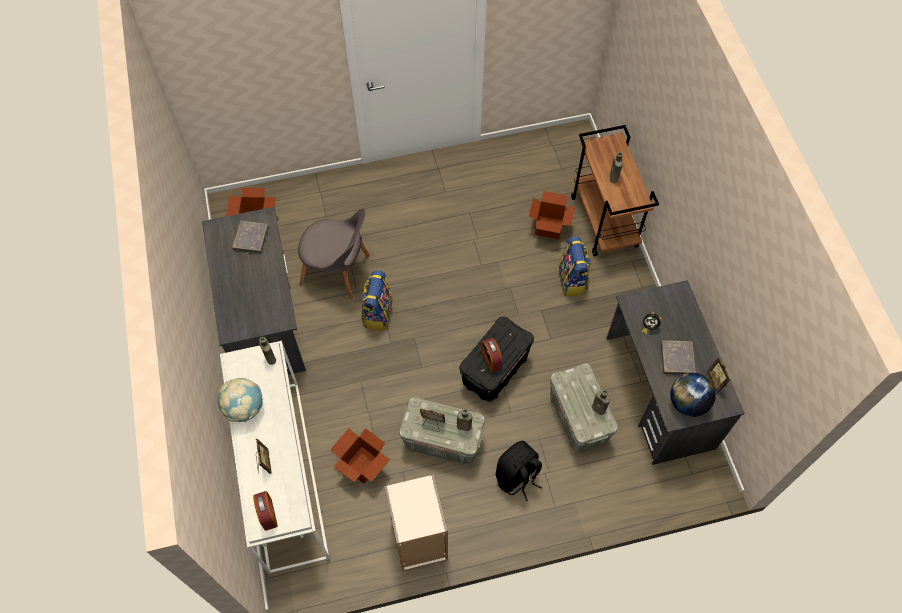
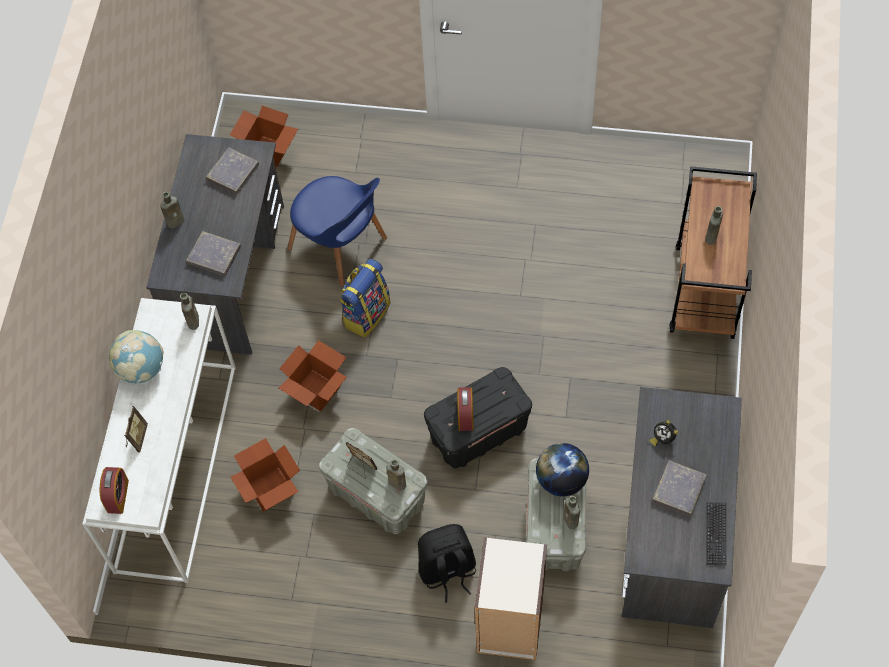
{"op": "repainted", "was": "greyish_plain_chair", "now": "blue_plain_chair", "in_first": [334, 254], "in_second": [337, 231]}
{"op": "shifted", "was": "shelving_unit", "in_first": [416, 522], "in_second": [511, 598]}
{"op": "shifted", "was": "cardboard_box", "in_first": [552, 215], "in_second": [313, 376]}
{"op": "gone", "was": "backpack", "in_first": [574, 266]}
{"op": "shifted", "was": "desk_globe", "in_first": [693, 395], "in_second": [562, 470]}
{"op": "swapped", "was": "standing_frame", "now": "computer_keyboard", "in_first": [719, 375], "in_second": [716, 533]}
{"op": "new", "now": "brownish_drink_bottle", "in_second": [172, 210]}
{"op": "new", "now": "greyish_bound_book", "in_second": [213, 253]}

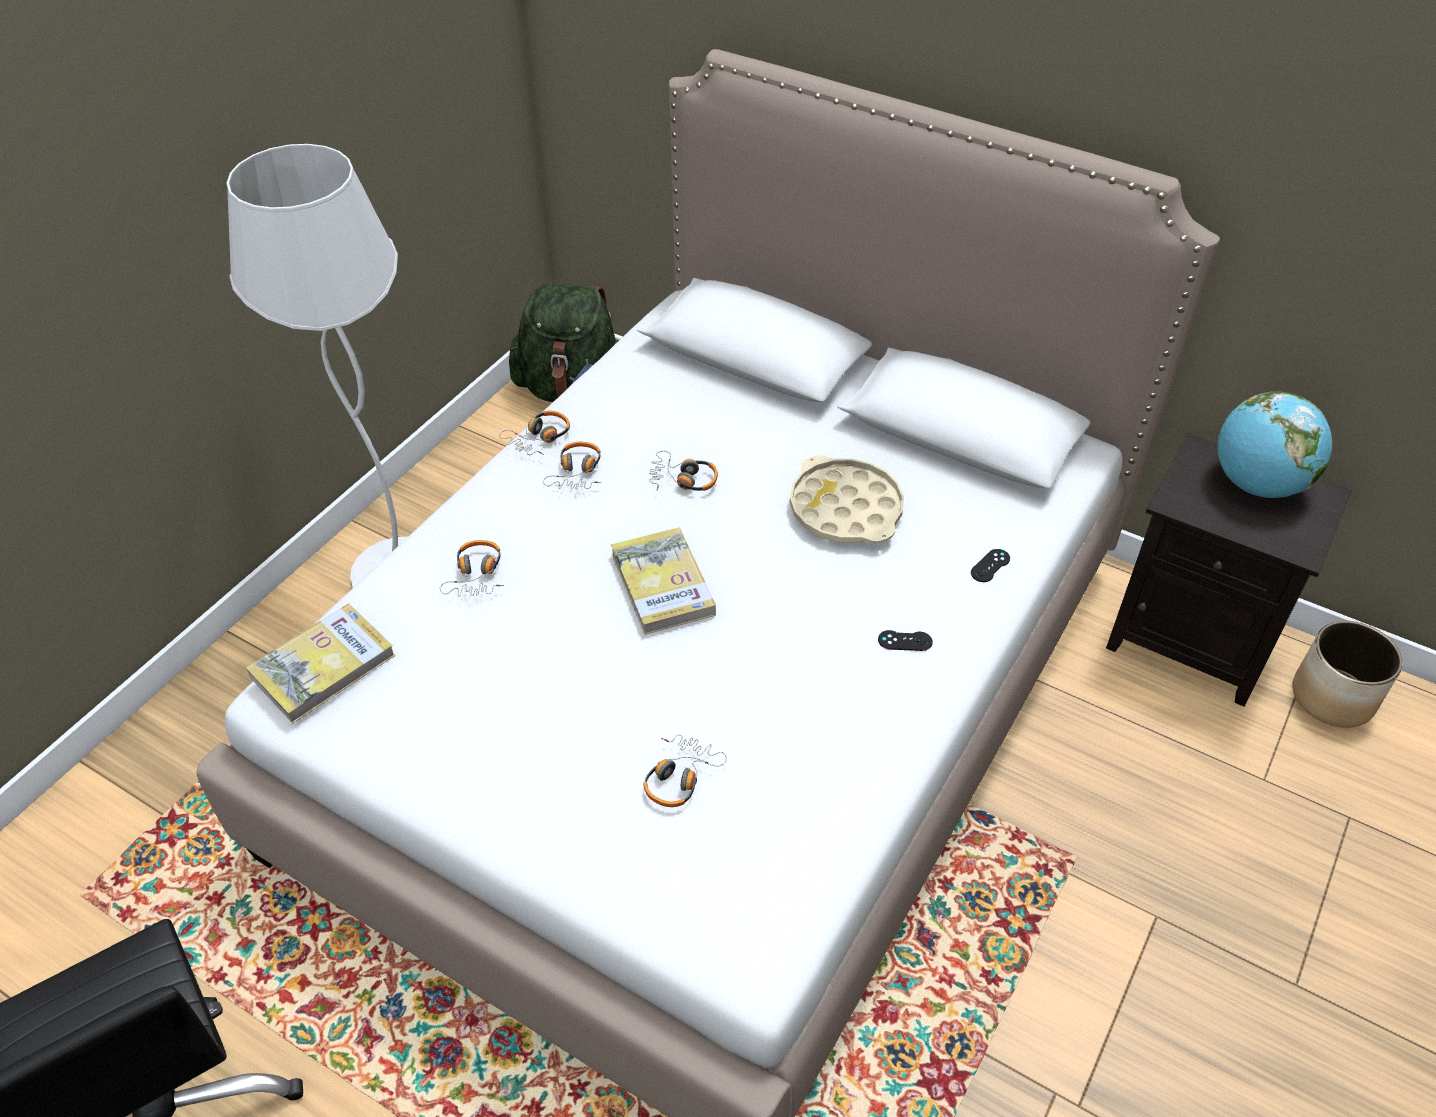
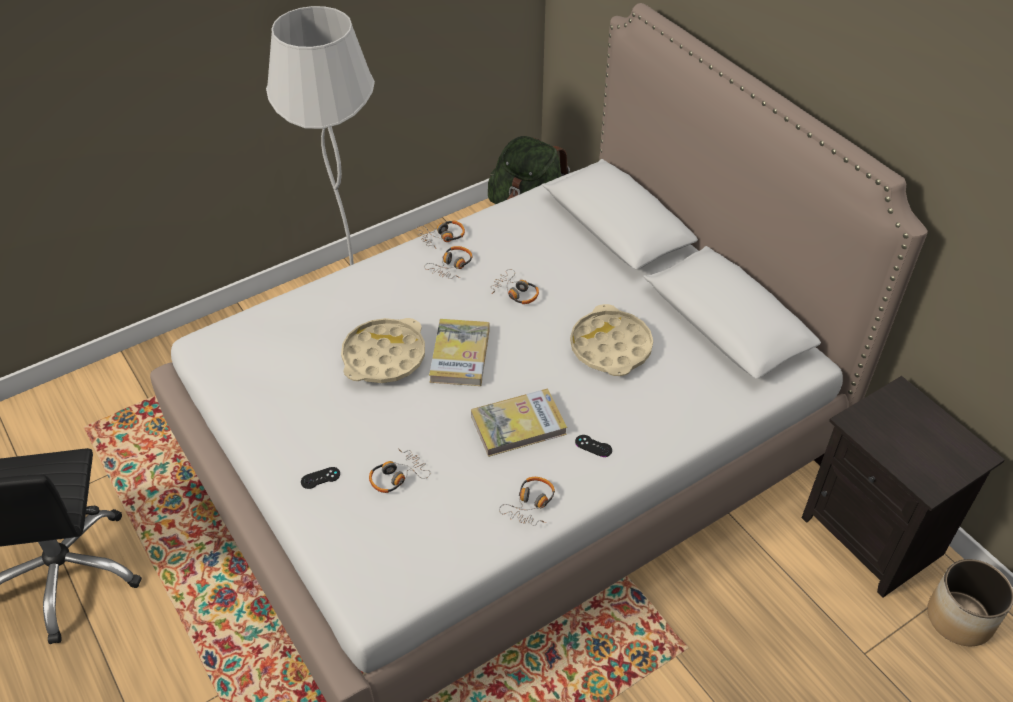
{"op": "shifted", "was": "bound_book", "in_first": [321, 663], "in_second": [519, 423]}
{"op": "shifted", "was": "headphones", "in_first": [472, 568], "in_second": [527, 501]}
{"op": "shifted", "was": "blackish_game_controller", "in_first": [990, 565], "in_second": [320, 478]}
{"op": "gone", "was": "desk_globe", "in_first": [1274, 445]}
{"op": "new", "now": "beige_serving_tray", "in_second": [383, 350]}

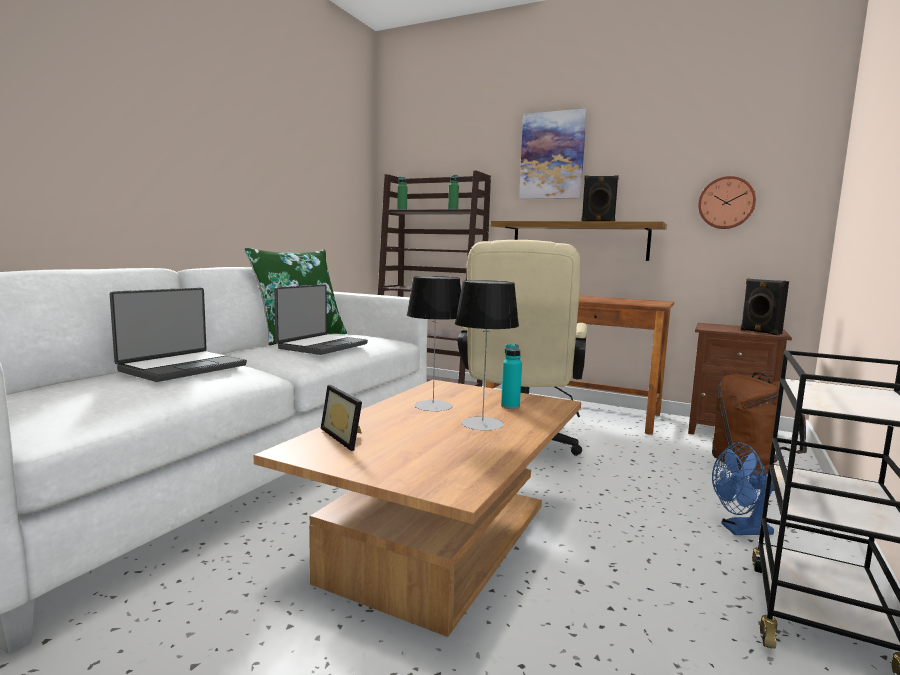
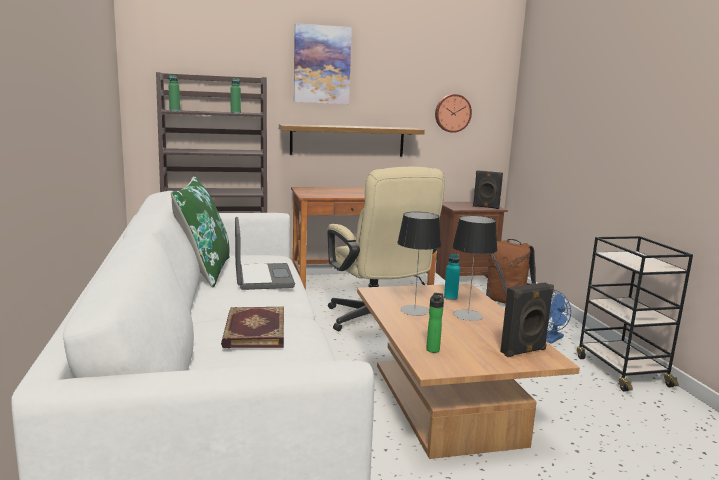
{"op": "swapped", "was": "laptop", "now": "bound_book", "in_first": [178, 335], "in_second": [252, 327]}
{"op": "swapped", "was": "standing_frame", "now": "drink_bottle", "in_first": [341, 418], "in_second": [435, 323]}
{"op": "shifted", "was": "blackish_speaker", "in_first": [600, 198], "in_second": [527, 319]}

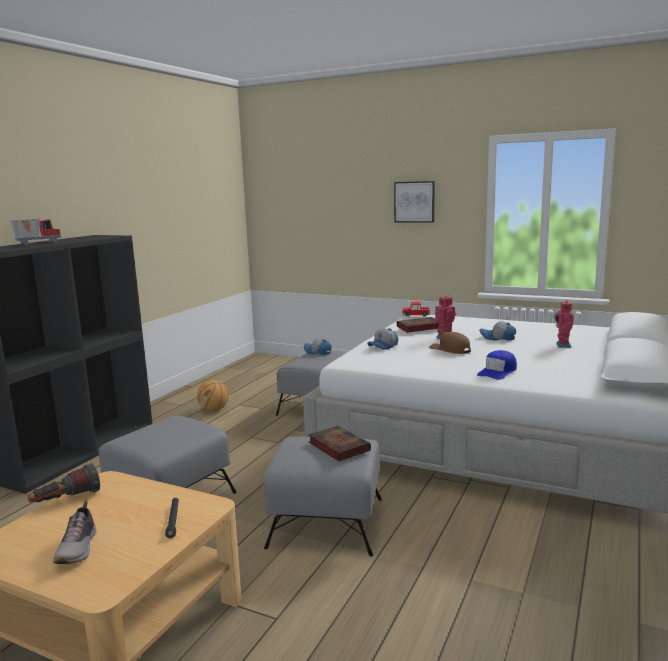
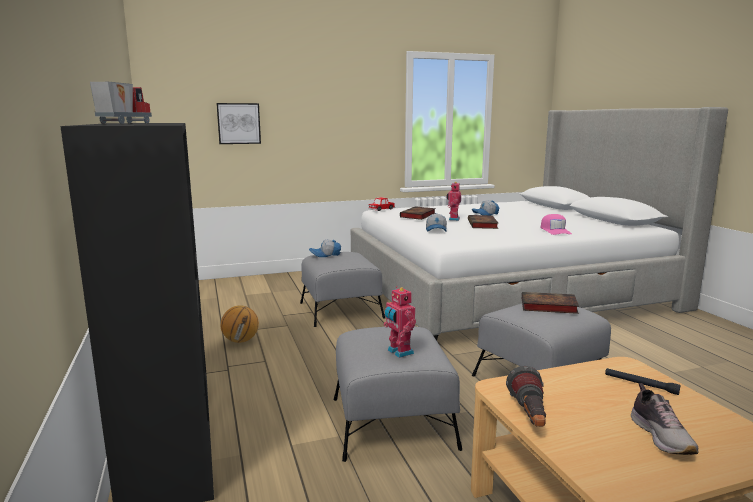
{"op": "rotated", "was": "item_of_footwear", "in_first": [74, 532], "in_second": [664, 419], "clockwise": 45}
{"op": "shifted", "was": "wall_art", "in_first": [414, 201], "in_second": [239, 123]}
{"op": "swapped", "was": "brownish_baseball_cap", "now": "bound_book", "in_first": [450, 343], "in_second": [483, 222]}
{"op": "repainted", "was": "blue_baseball_cap", "now": "pink_baseball_cap", "in_first": [497, 365], "in_second": [556, 224]}
{"op": "shifted", "was": "toy_robot", "in_first": [564, 324], "in_second": [400, 322]}

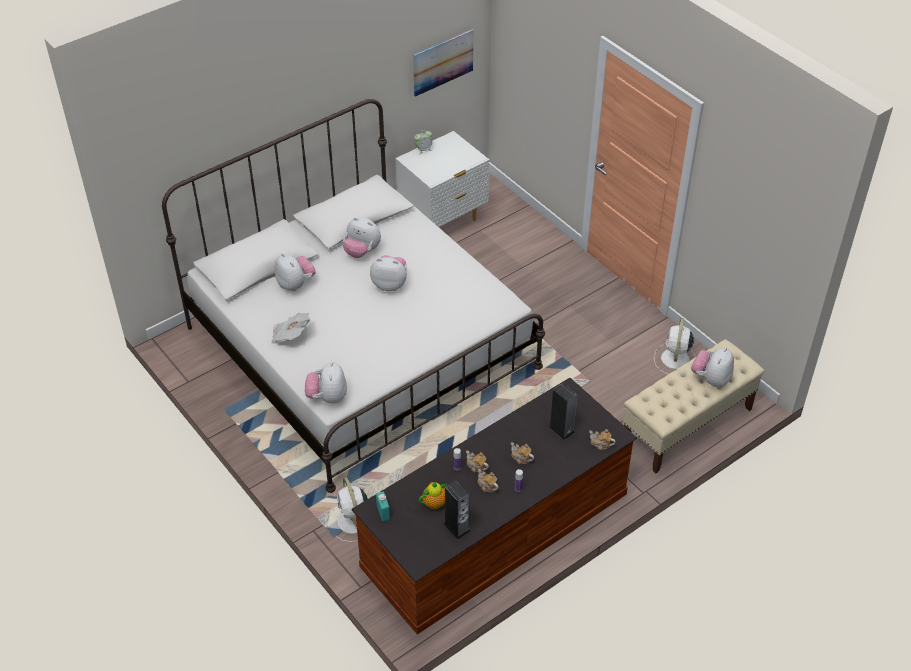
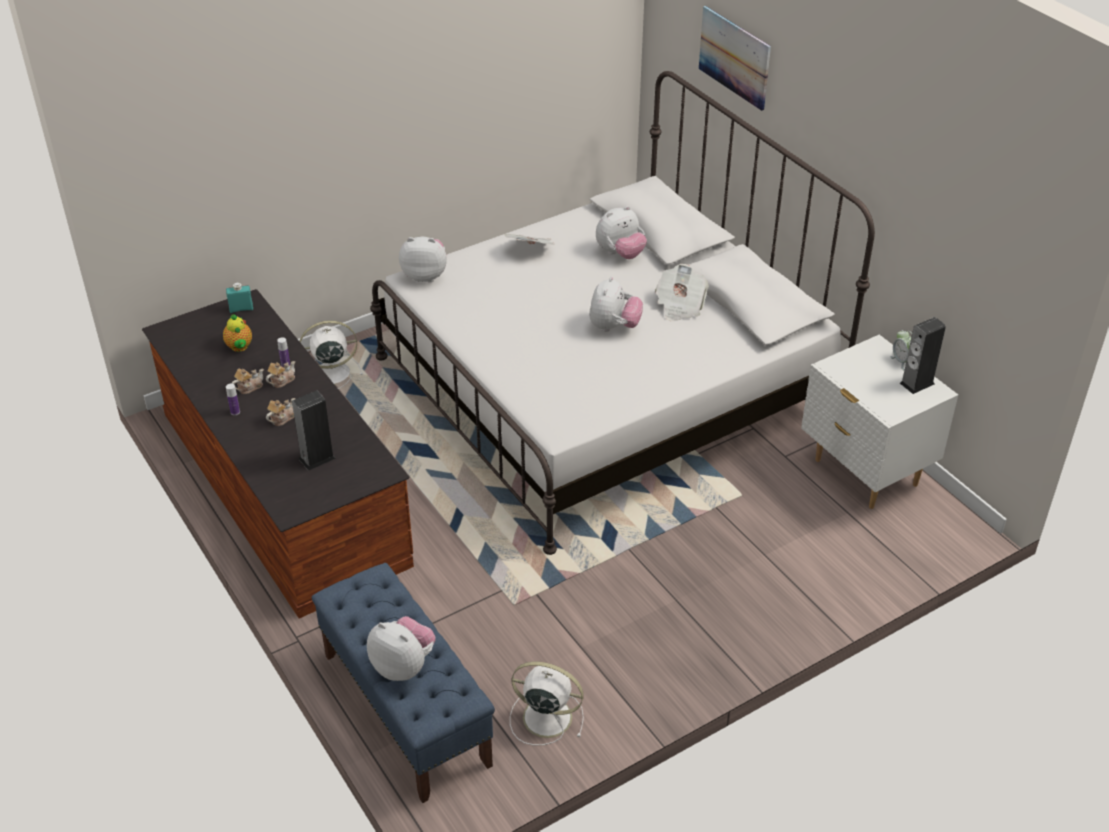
{"op": "swapped", "was": "soft_toy", "now": "printed_paper", "in_first": [362, 237], "in_second": [682, 292]}
{"op": "shifted", "was": "wall_art", "in_first": [443, 63], "in_second": [735, 58]}
{"op": "shifted", "was": "speaker", "in_first": [457, 509], "in_second": [923, 355]}
{"op": "gone", "was": "tea_pot", "in_first": [602, 439]}
{"op": "repainted", "was": "beige_bench", "now": "blue_bench", "in_first": [694, 406], "in_second": [403, 683]}

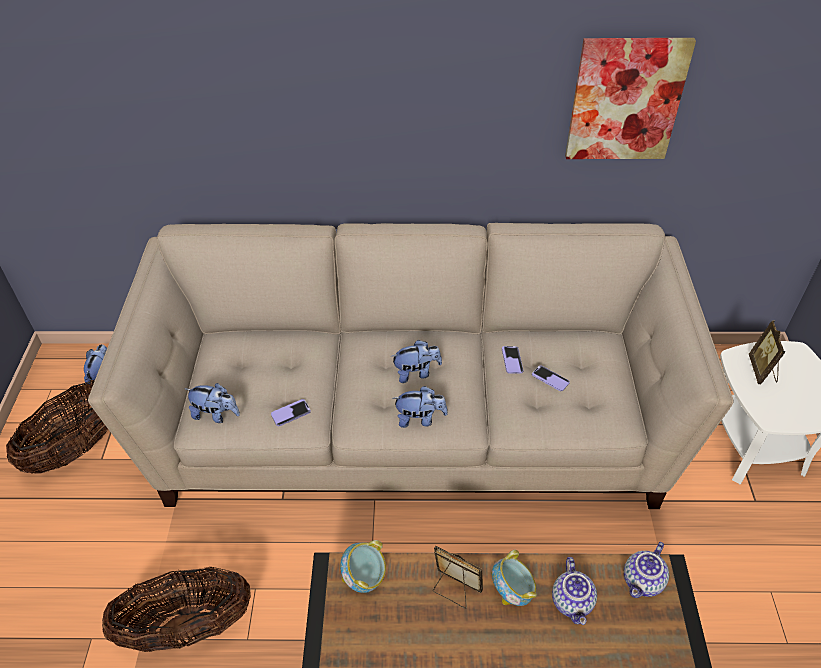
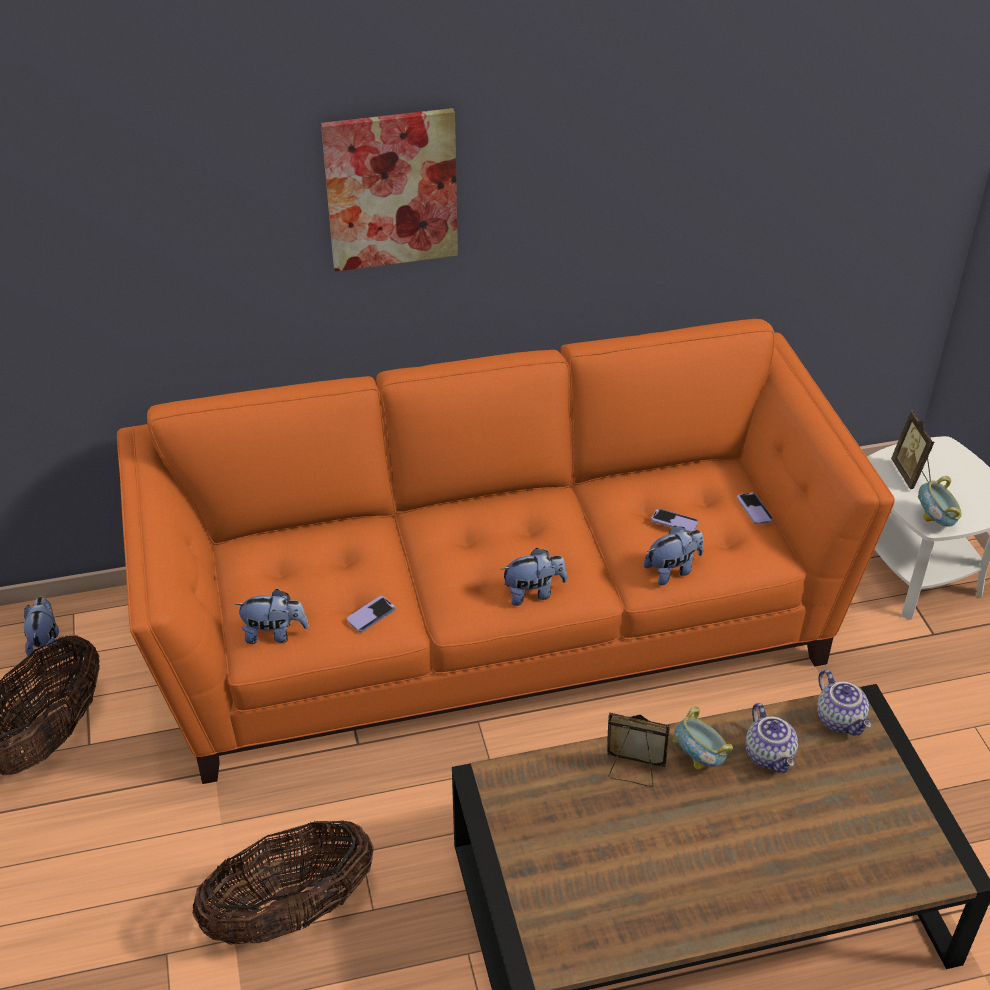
{"op": "repainted", "was": "beige_sofa", "now": "orangey_sofa", "in_first": [411, 366], "in_second": [506, 551]}
{"op": "shifted", "was": "bowl", "in_first": [363, 566], "in_second": [940, 501]}
{"op": "shifted", "was": "soft_toy", "in_first": [416, 361], "in_second": [674, 556]}
{"op": "shifted", "was": "phone", "in_first": [512, 360], "in_second": [755, 508]}
{"op": "shifted", "was": "wall_art", "in_first": [630, 98], "in_second": [389, 190]}
{"op": "rotated", "was": "tea_pot", "in_first": [646, 570], "in_second": [844, 703], "clockwise": -45}

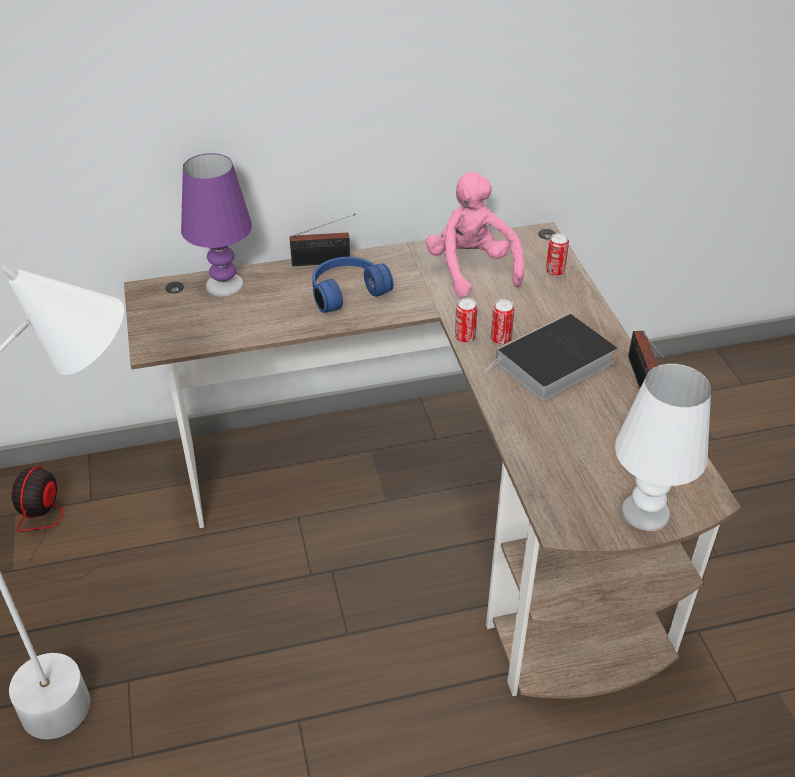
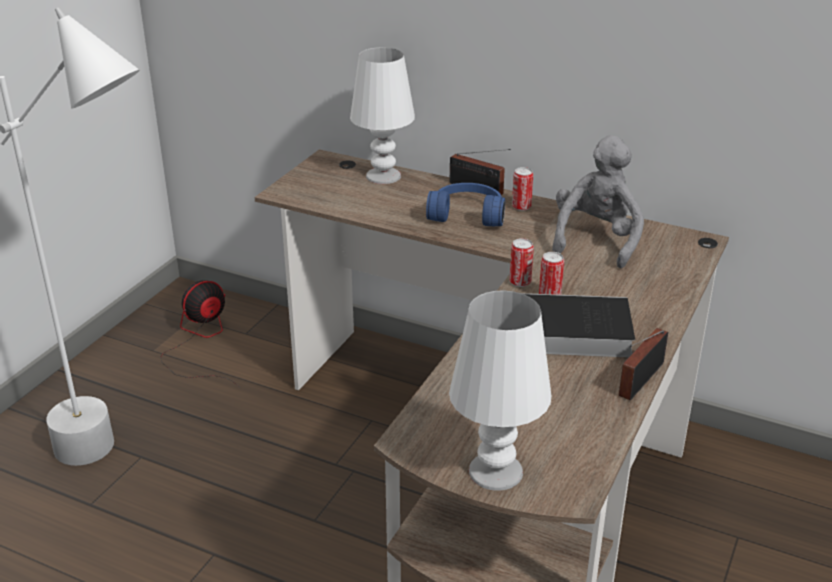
{"op": "repainted", "was": "purple-coloured_tabletop_lamp", "now": "white-coloured_tabletop_lamp", "in_first": [216, 225], "in_second": [382, 115]}
{"op": "repainted", "was": "pink_soft_toy", "now": "greyish_soft_toy", "in_first": [474, 234], "in_second": [598, 201]}
{"op": "shifted", "was": "can", "in_first": [557, 254], "in_second": [522, 189]}

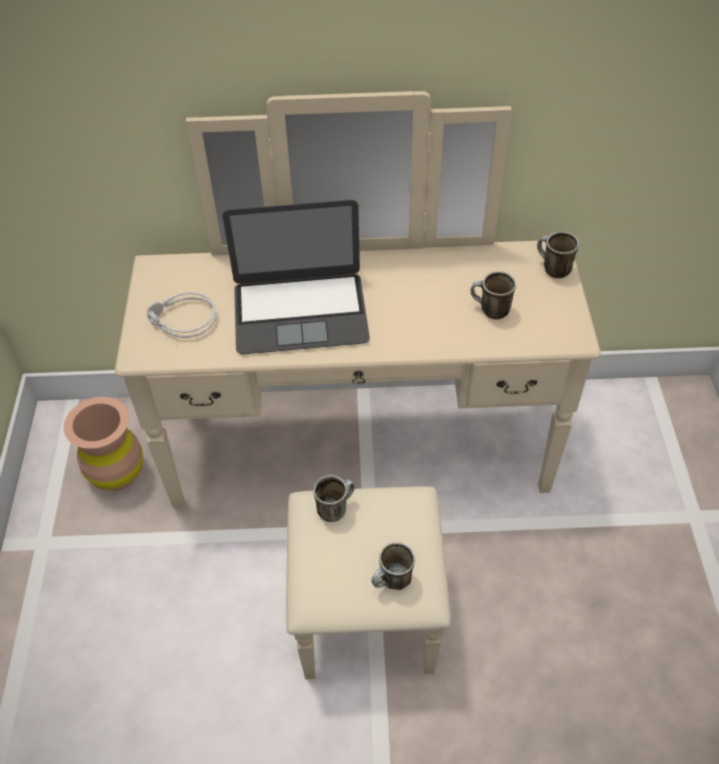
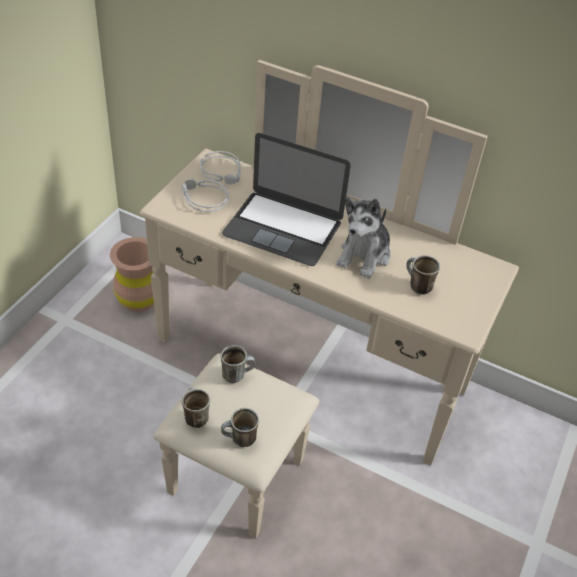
{"op": "shifted", "was": "coffee_mug", "in_first": [558, 255], "in_second": [196, 407]}
{"op": "new", "now": "greyish_headphones", "in_second": [221, 168]}
{"op": "new", "now": "soft_toy", "in_second": [363, 238]}

